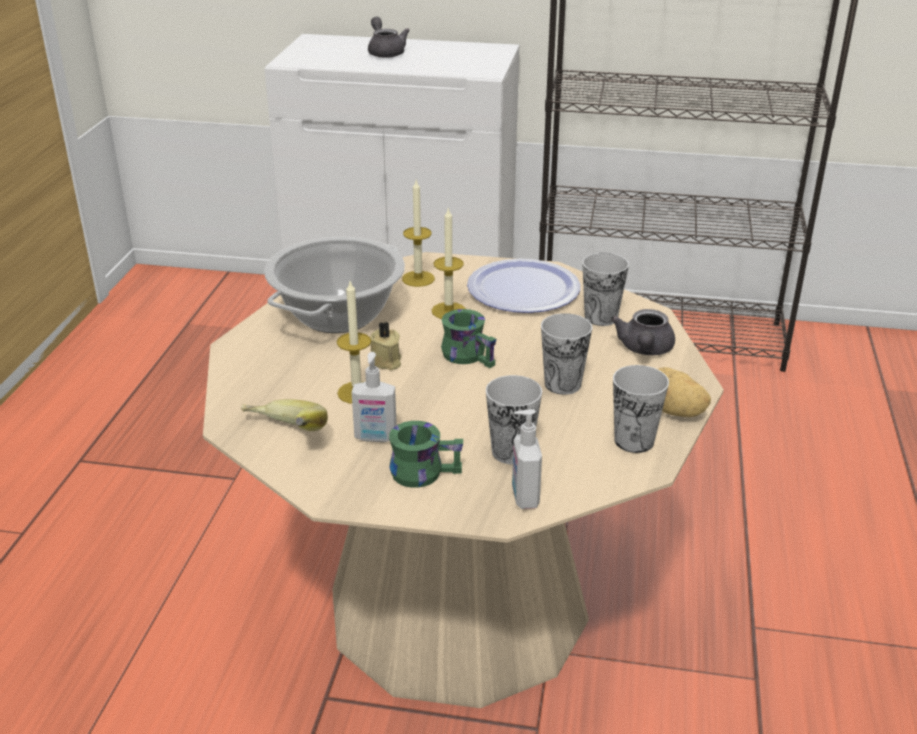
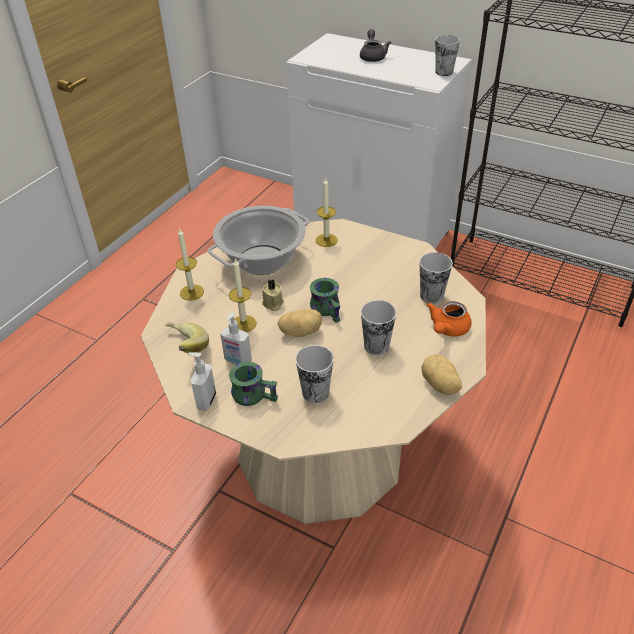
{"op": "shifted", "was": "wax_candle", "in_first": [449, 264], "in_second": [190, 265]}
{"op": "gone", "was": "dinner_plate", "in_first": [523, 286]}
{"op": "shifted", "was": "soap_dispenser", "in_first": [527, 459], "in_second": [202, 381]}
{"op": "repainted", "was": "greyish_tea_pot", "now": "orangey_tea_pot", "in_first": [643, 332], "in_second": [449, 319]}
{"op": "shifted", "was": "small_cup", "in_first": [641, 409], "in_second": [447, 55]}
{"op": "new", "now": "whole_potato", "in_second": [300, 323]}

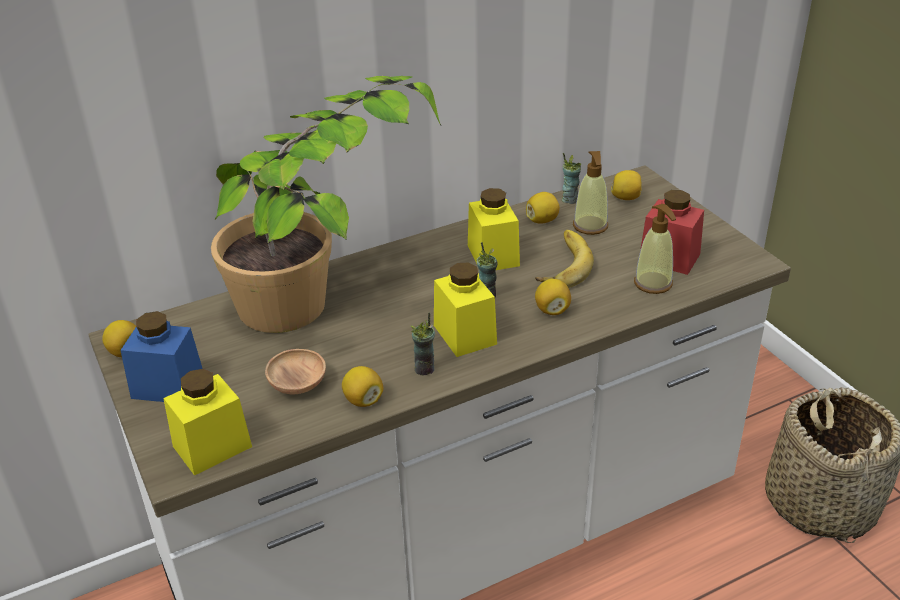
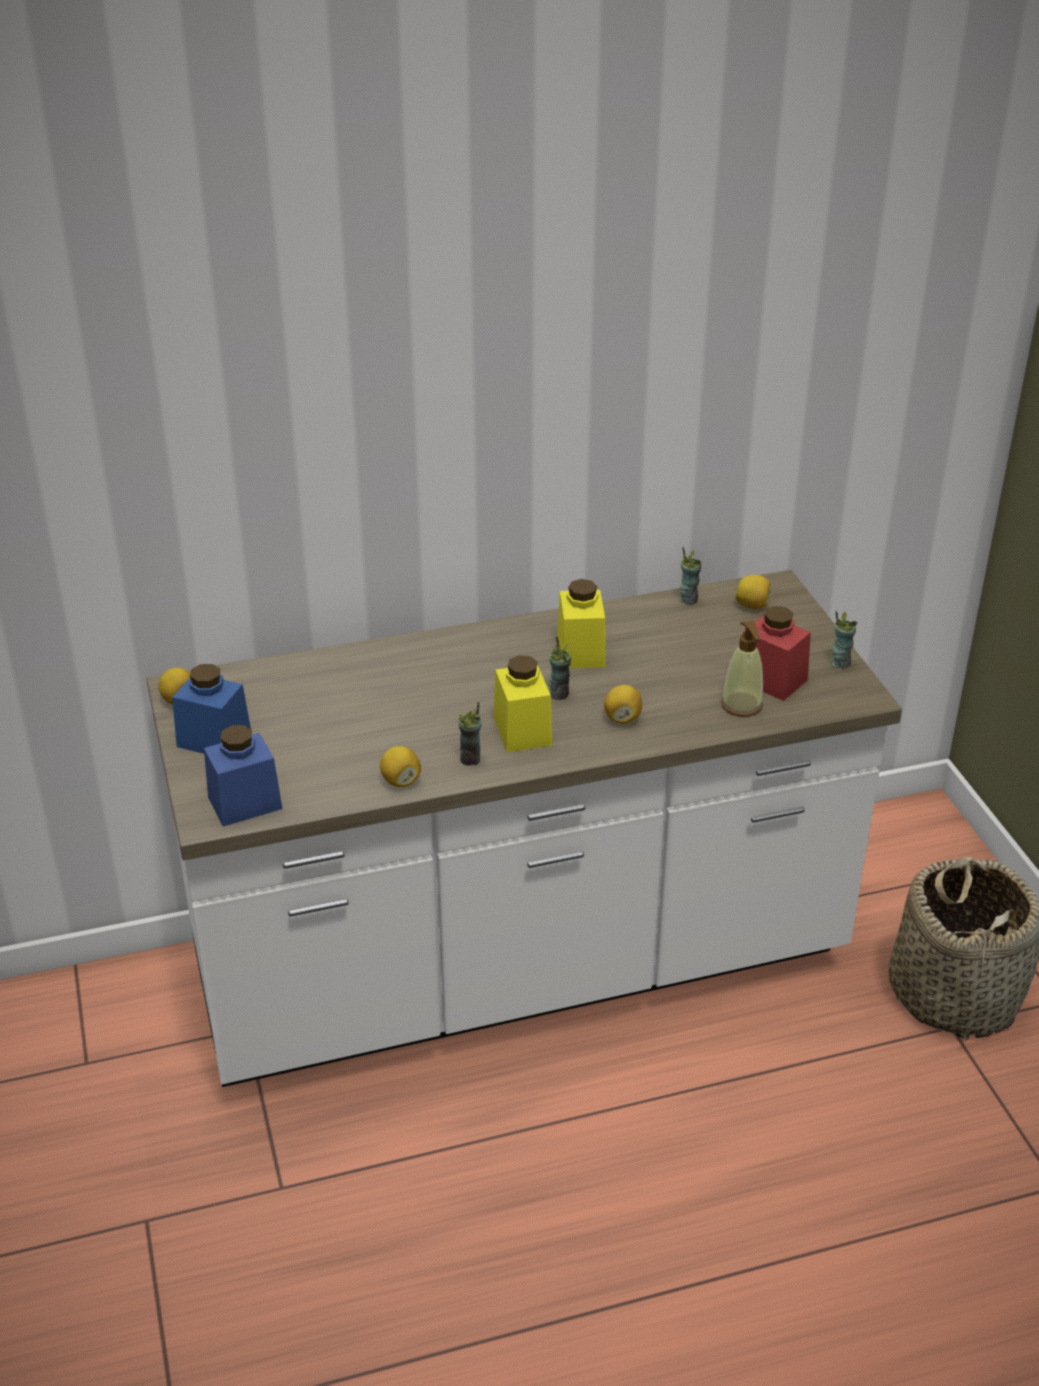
{"op": "repainted", "was": "yellowish_preserve_jar", "now": "blue_preserve_jar", "in_first": [207, 422], "in_second": [243, 775]}
{"op": "gone", "was": "houseplant", "in_first": [326, 204]}
{"op": "gone", "was": "brownish_bowl", "in_first": [295, 371]}
{"op": "gone", "was": "citrus_fruit", "in_first": [543, 208]}
{"op": "gone", "was": "banana", "in_first": [564, 259]}
{"op": "gone", "was": "soap_dispenser", "in_first": [590, 193]}
{"op": "new", "now": "small_cup", "in_second": [844, 639]}

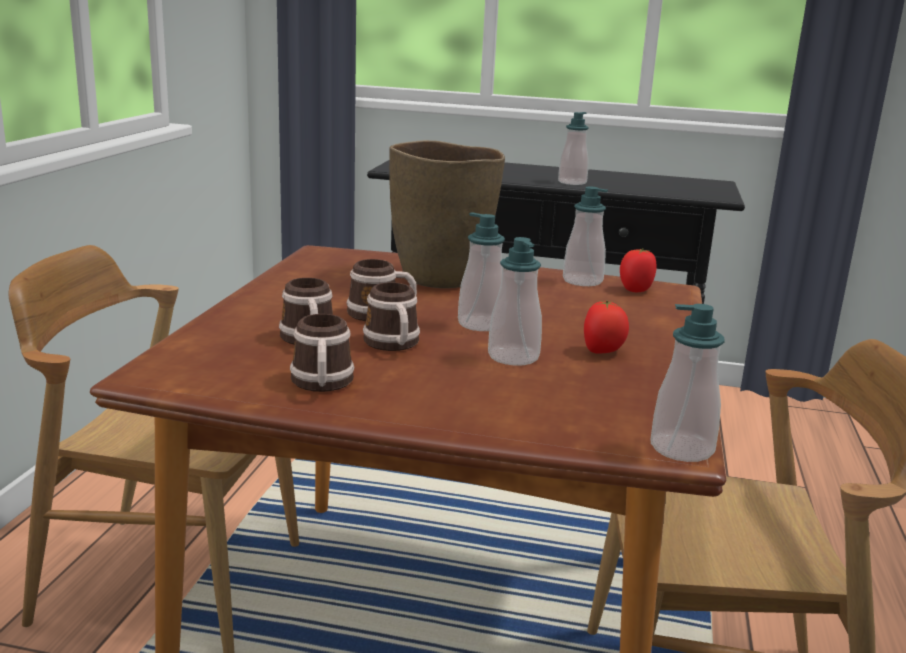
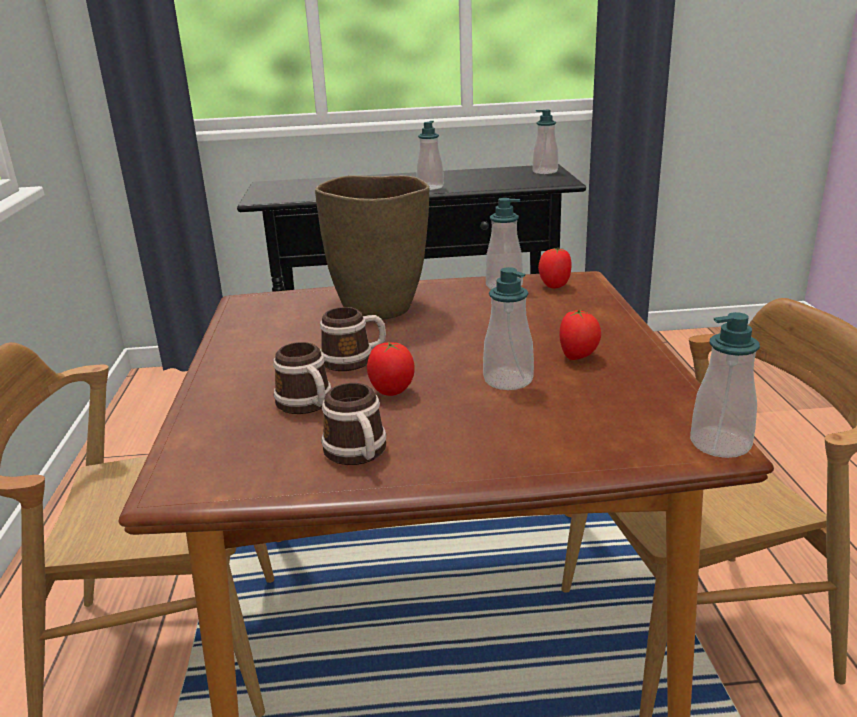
{"op": "swapped", "was": "coffee_mug", "now": "tomato", "in_first": [391, 316], "in_second": [391, 369]}
{"op": "shifted", "was": "soap_dispenser", "in_first": [481, 271], "in_second": [545, 142]}

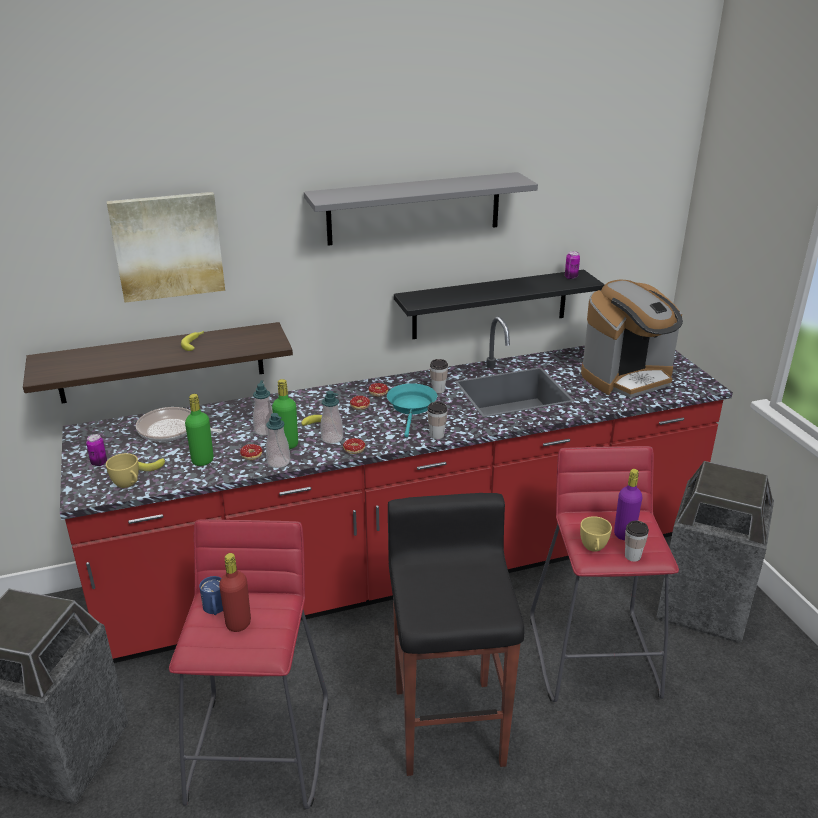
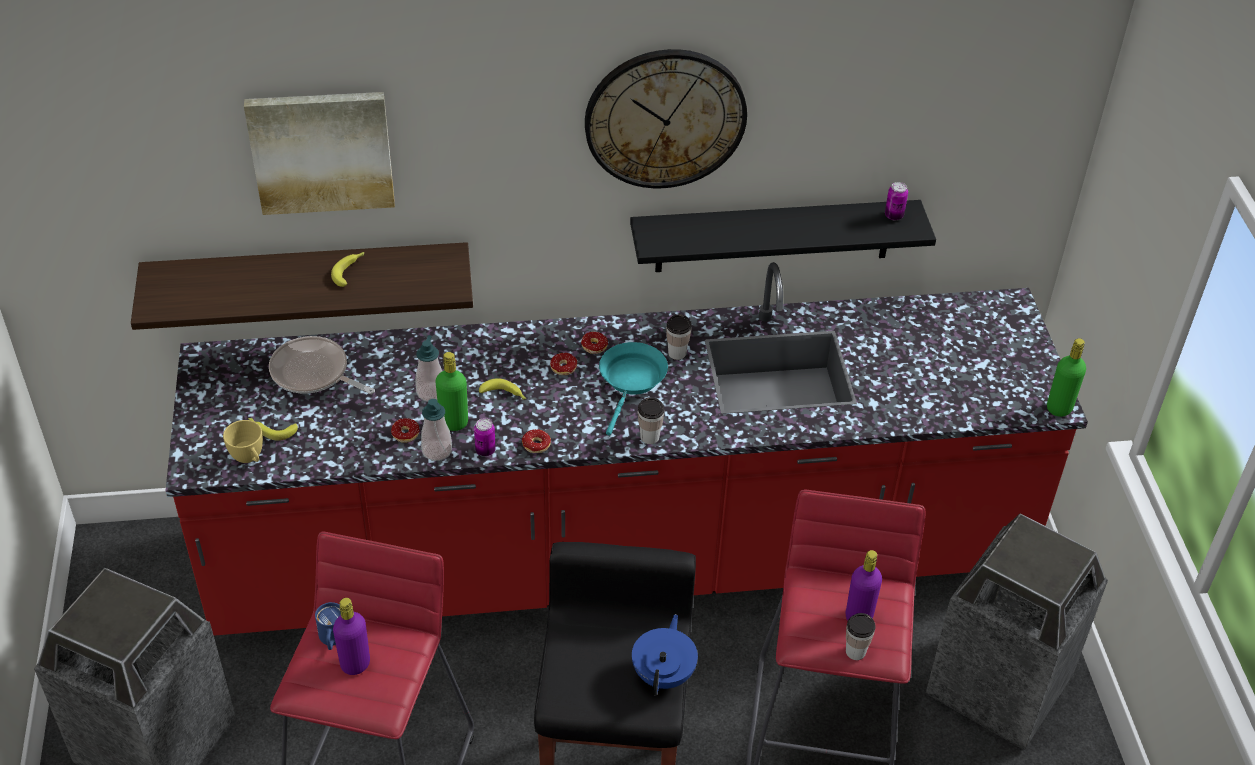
{"op": "shifted", "was": "can", "in_first": [96, 450], "in_second": [485, 437]}
{"op": "shifted", "was": "green-coloured_drink_bottle", "in_first": [199, 430], "in_second": [1066, 377]}
{"op": "repainted", "was": "red_drink_bottle", "now": "purple-coloured_drink_bottle", "in_first": [235, 592], "in_second": [351, 636]}
{"op": "swapped", "was": "greyish_shelf", "now": "wall_clock", "in_first": [421, 209], "in_second": [666, 118]}
{"op": "gone", "was": "soap_dispenser", "in_first": [332, 417]}
{"op": "gone", "was": "yellowish_small_cup", "in_first": [596, 534]}
{"op": "gone", "was": "coffee_brewer", "in_first": [632, 339]}
{"op": "new", "now": "blue_tea_pot", "in_second": [665, 655]}

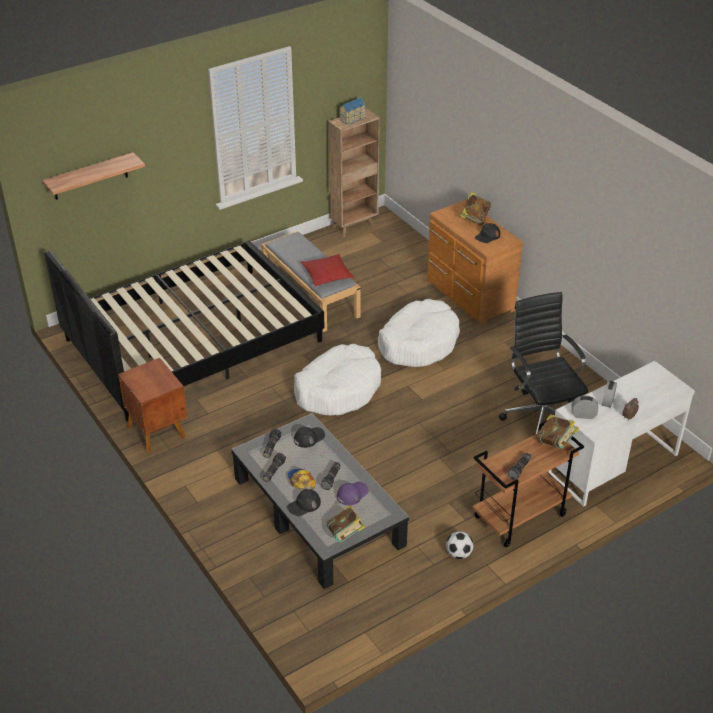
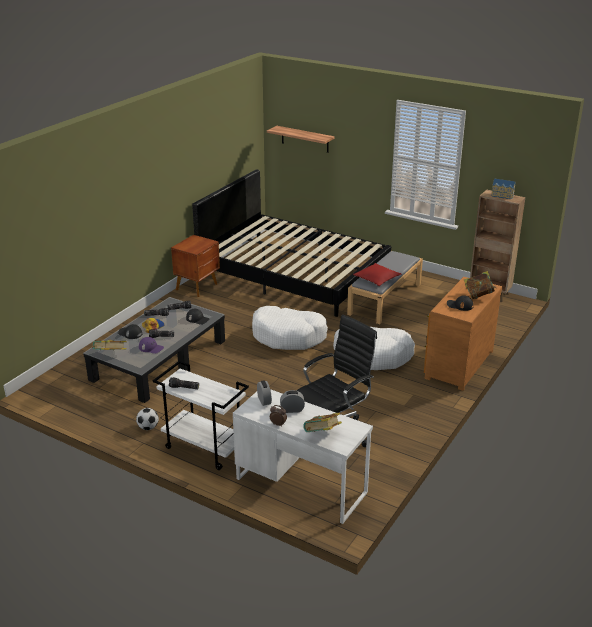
{"op": "repainted", "was": "brownish_wheeled_cart", "now": "white-coloured_wheeled_cart", "in_first": [528, 484], "in_second": [201, 415]}
{"op": "shifted", "was": "bound_book", "in_first": [558, 431], "in_second": [322, 422]}

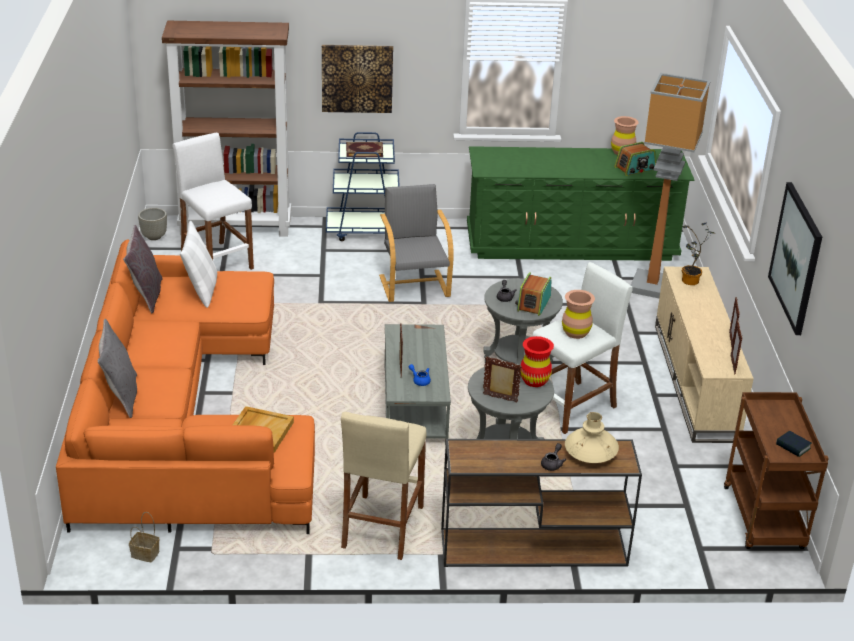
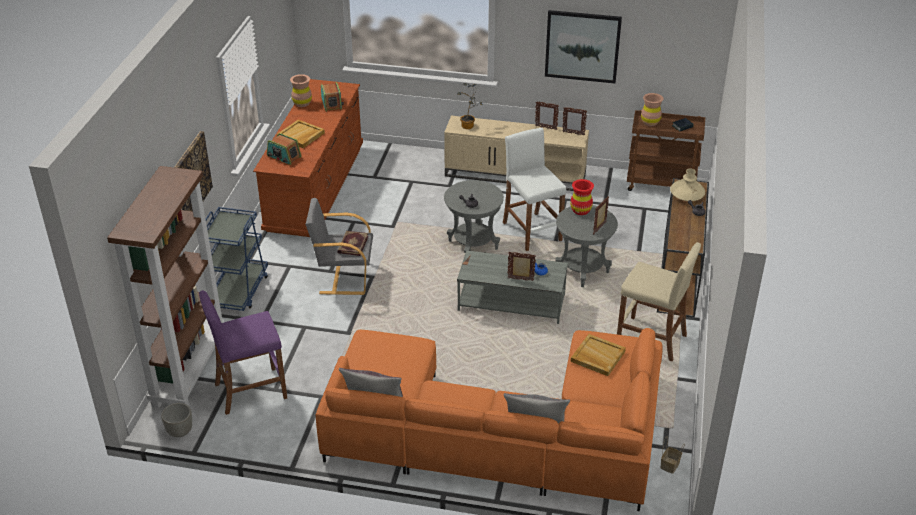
{"op": "repainted", "was": "white-coloured_stool_seat", "now": "purple-coloured_stool_seat", "in_first": [213, 201], "in_second": [243, 352]}
{"op": "gone", "was": "white-coloured_pillow", "in_first": [198, 264]}
{"op": "shifted", "was": "bound_book", "in_first": [364, 149], "in_second": [353, 243]}
{"op": "repainted", "was": "green-coloured_chest_of_drawers", "now": "brownish_chest_of_drawers", "in_first": [580, 203], "in_second": [308, 158]}
{"op": "shifted", "was": "radio", "in_first": [533, 294], "in_second": [284, 149]}
{"op": "shifted", "was": "brownish_decorative_vase", "in_first": [578, 314], "in_second": [652, 109]}
{"op": "gone", "was": "standing_lamp", "in_first": [671, 185]}
{"op": "new", "now": "beige_serving_tray", "in_second": [301, 134]}

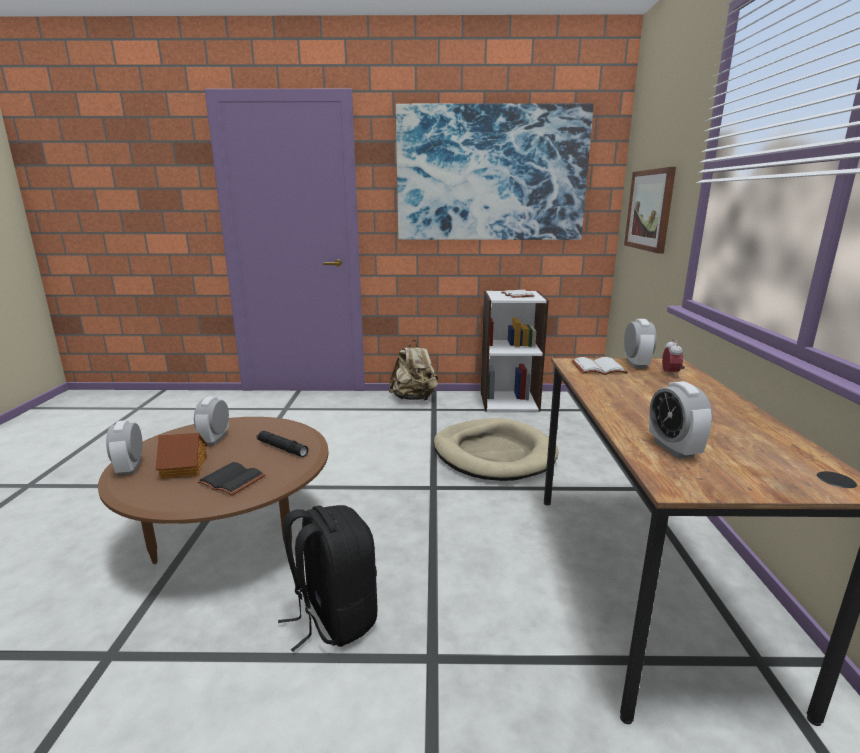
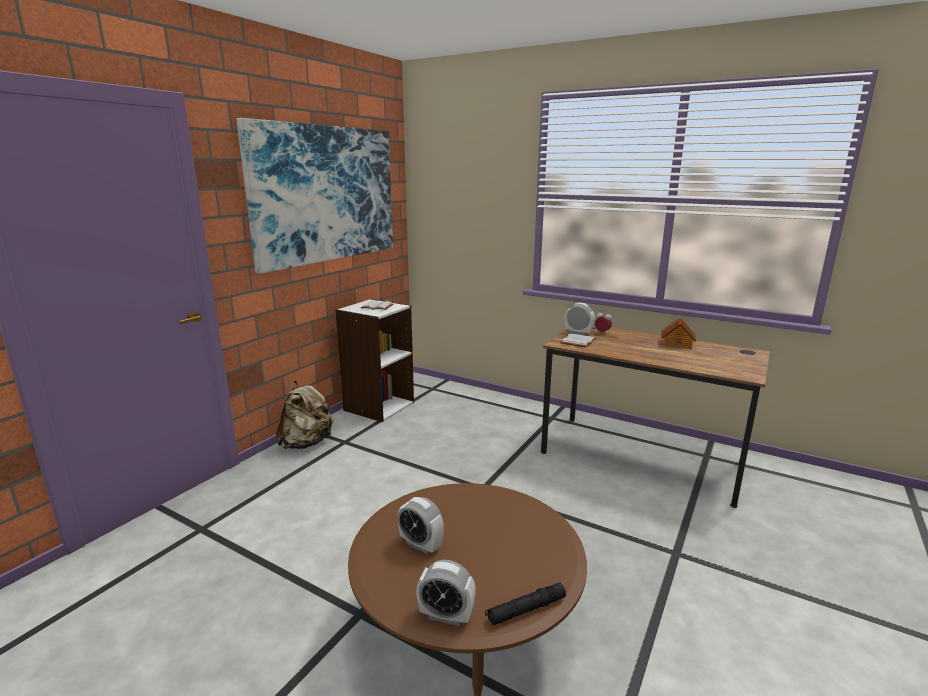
{"op": "shifted", "was": "model_house", "in_first": [181, 456], "in_second": [678, 333]}
{"op": "gone", "was": "blackish_bound_book", "in_first": [231, 478]}
{"op": "shifted", "was": "blackish_hand_torch", "in_first": [282, 444], "in_second": [525, 604]}
{"op": "gone", "was": "blackish_backpack", "in_first": [328, 578]}
{"op": "gone", "was": "beige_dog_bed", "in_first": [496, 449]}
{"op": "gone", "was": "wall_art", "in_first": [650, 210]}
{"op": "gone", "was": "table_clock", "in_first": [680, 419]}

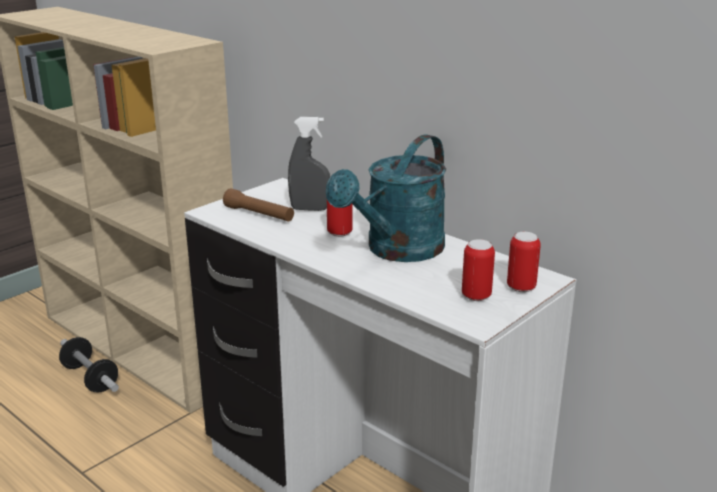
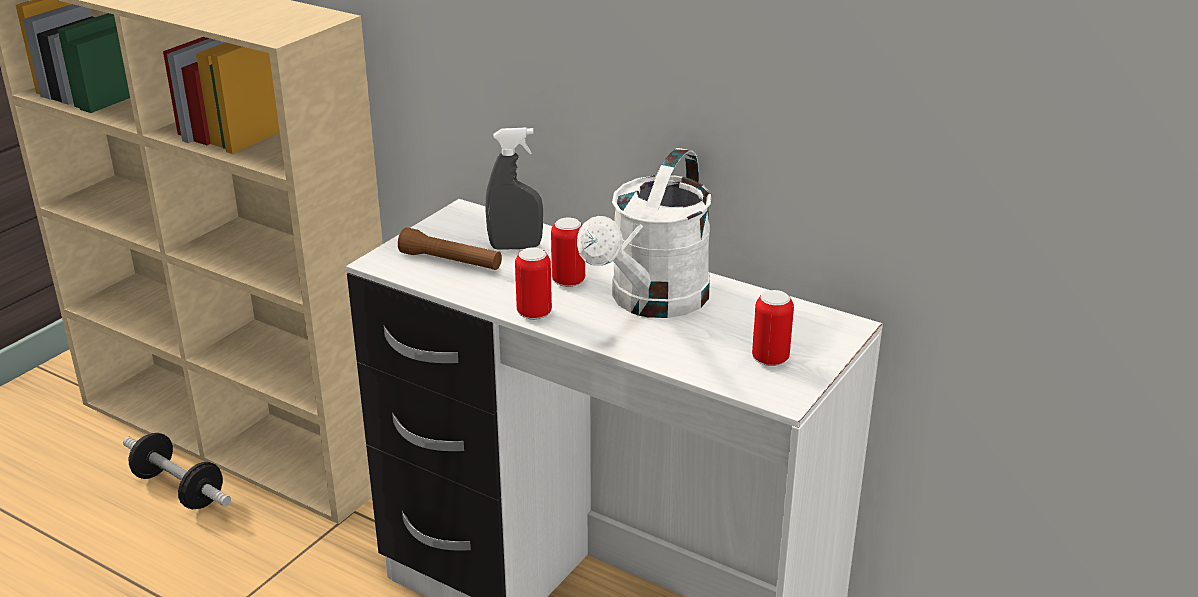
{"op": "repainted", "was": "blue-green_watering_pot", "now": "white-coloured_watering_pot", "in_first": [386, 198], "in_second": [644, 233]}
{"op": "shifted", "was": "can", "in_first": [524, 262], "in_second": [533, 283]}

